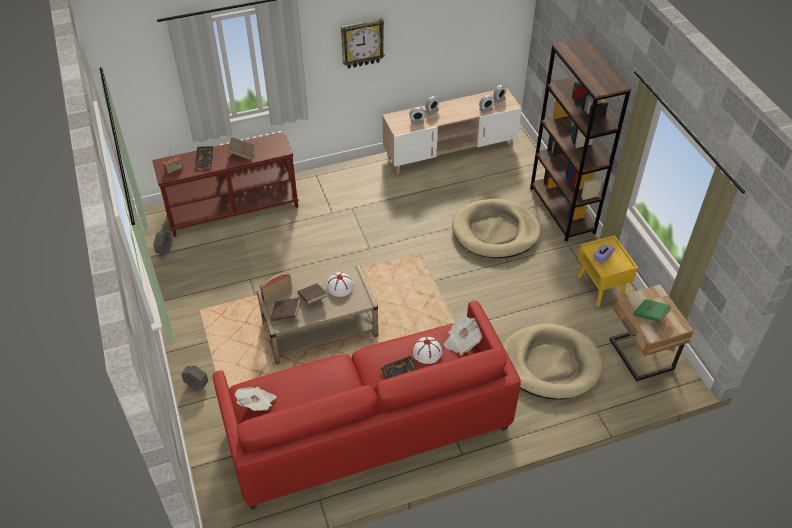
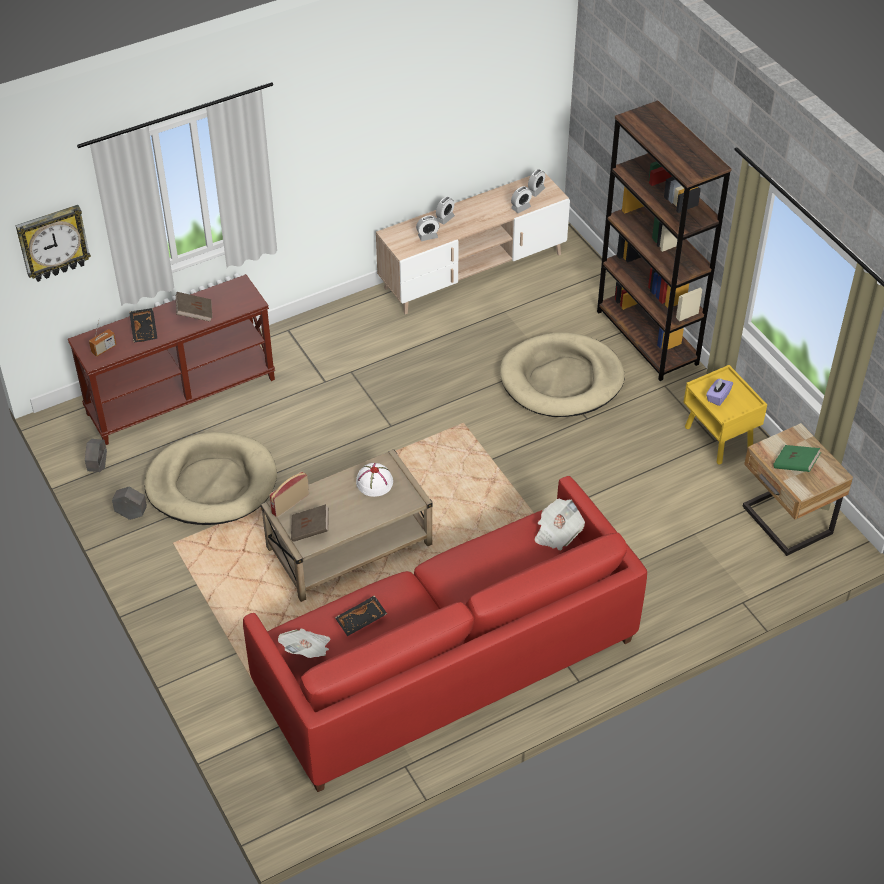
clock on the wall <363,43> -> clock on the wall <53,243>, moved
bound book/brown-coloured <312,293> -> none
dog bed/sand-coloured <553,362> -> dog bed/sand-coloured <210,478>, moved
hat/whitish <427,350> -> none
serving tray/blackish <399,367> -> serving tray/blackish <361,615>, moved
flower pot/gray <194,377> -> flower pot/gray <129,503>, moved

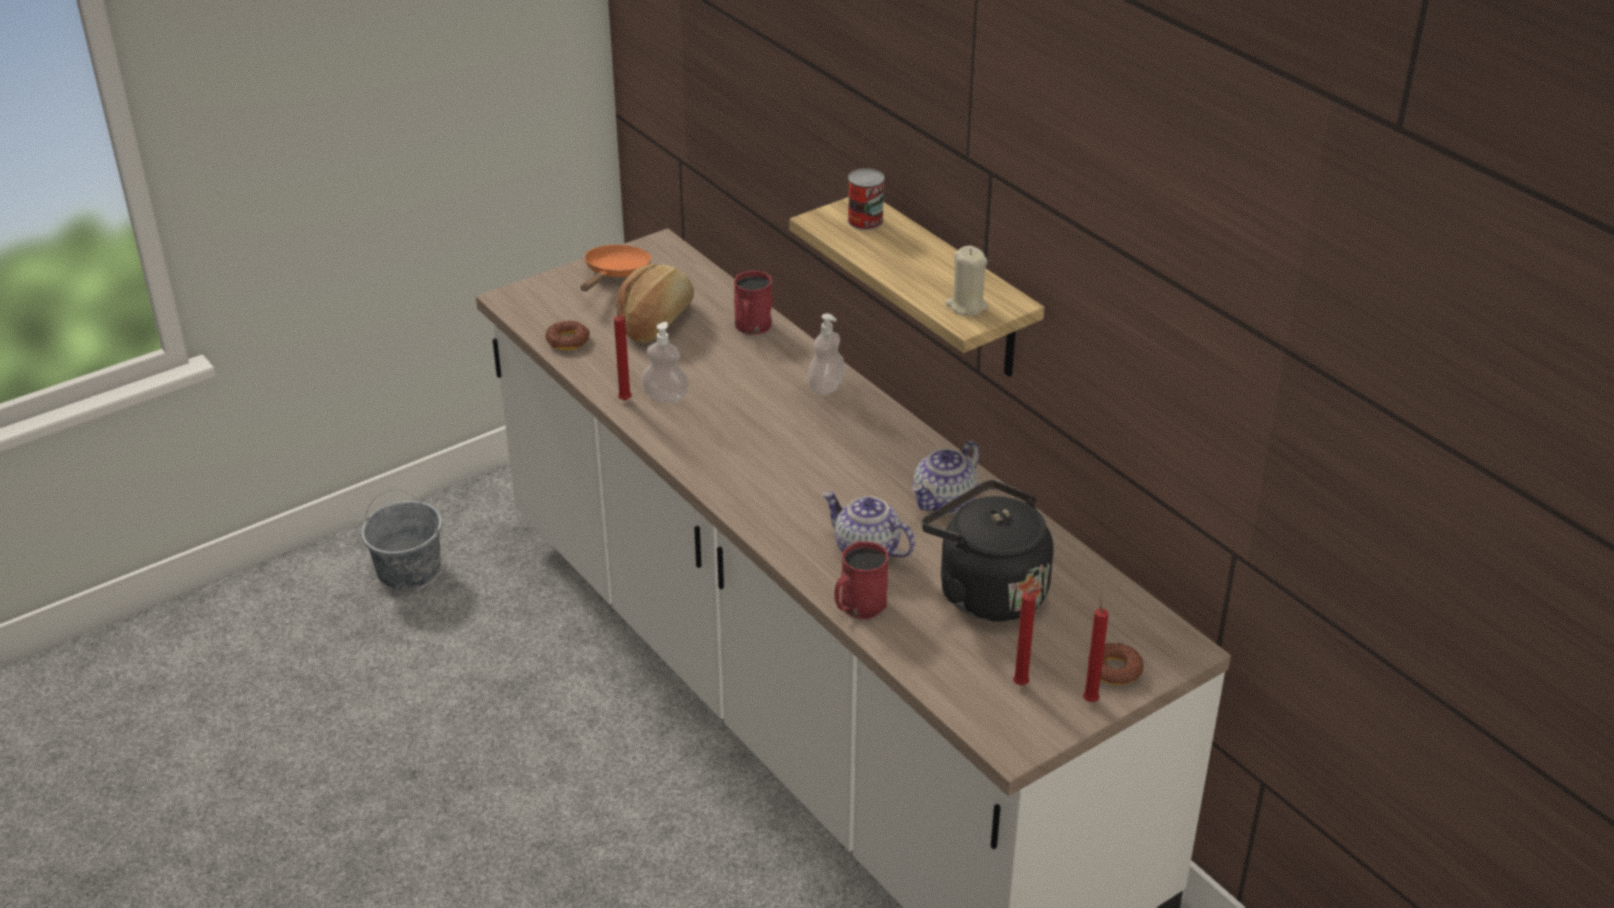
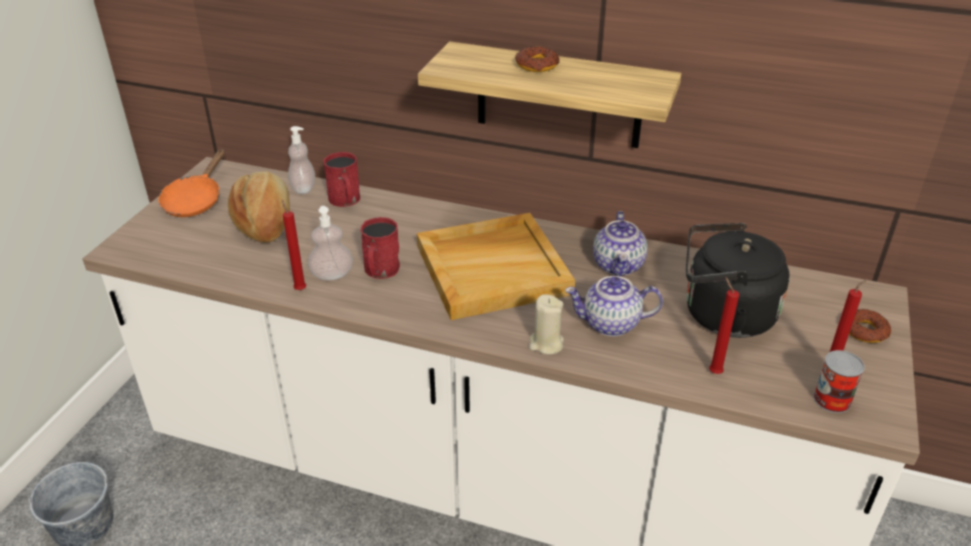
can <866,199> -> can <839,381>, moved
pan/orange <616,268> -> pan/orange <191,183>, 150 degrees counterclockwise
candle/sand-coloured <966,281> -> candle/sand-coloured <546,324>, moved
liquid soap bottle <826,354> -> liquid soap bottle <301,160>, moved
ring doughnut <567,335> -> ring doughnut <537,59>, moved
tea mug/reddish <861,580> -> tea mug/reddish <380,248>, moved
candle/reddish <1096,647> -> candle/reddish <724,325>, moved
none -> serving tray/sand-coloured <496,266>

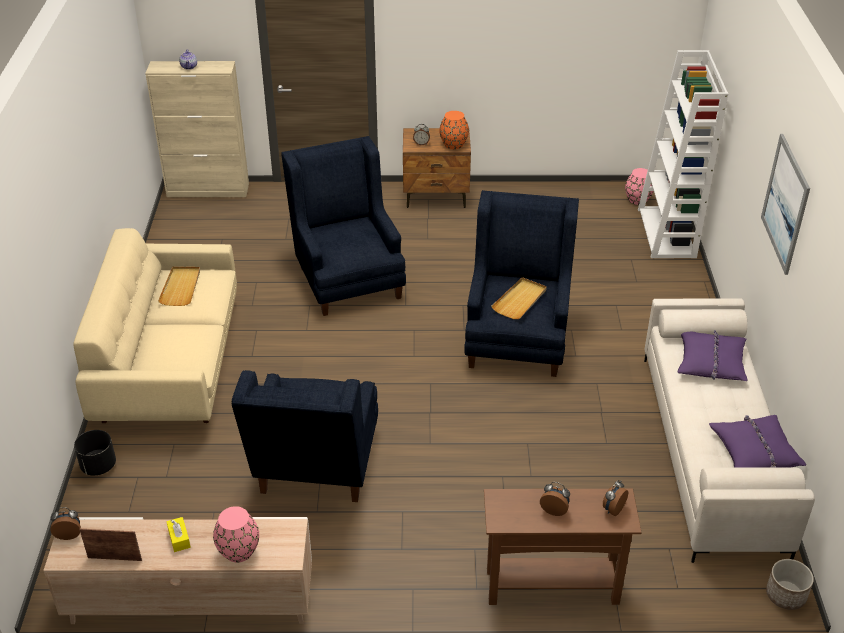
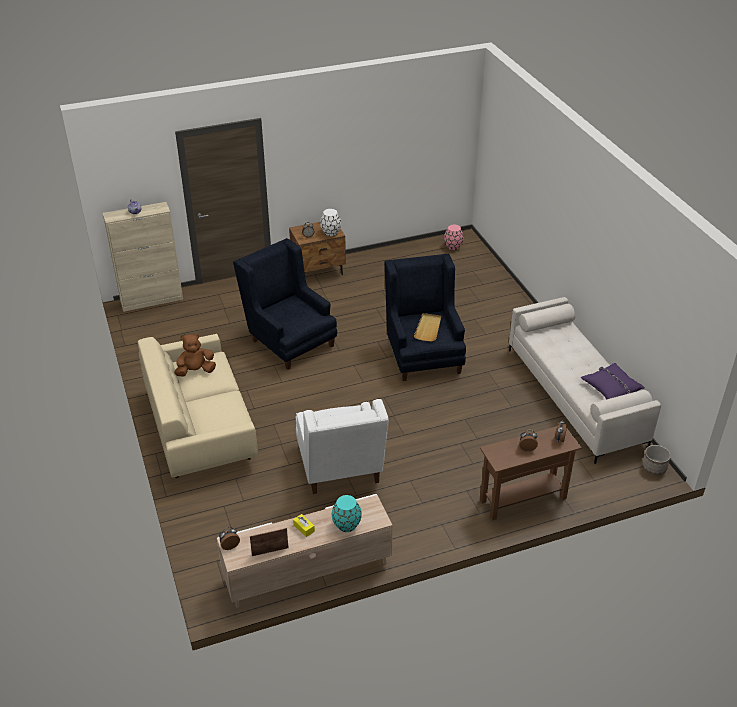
shelving unit/whitish <683,154> -> none
decorative vase/orange <454,130> -> decorative vase/whitish <330,222>
picture <785,204> -> none
serving tray/sand-coloured <179,286> -> cuddly toy/brown-coloured <195,355>
pillow/purplish <712,355> -> none
easy chair/bluish <305,436> -> easy chair/whitish <342,446>
flower pot/blackish <95,453> -> none
decorative vase/pink <236,534> -> decorative vase/turquoise <347,513>

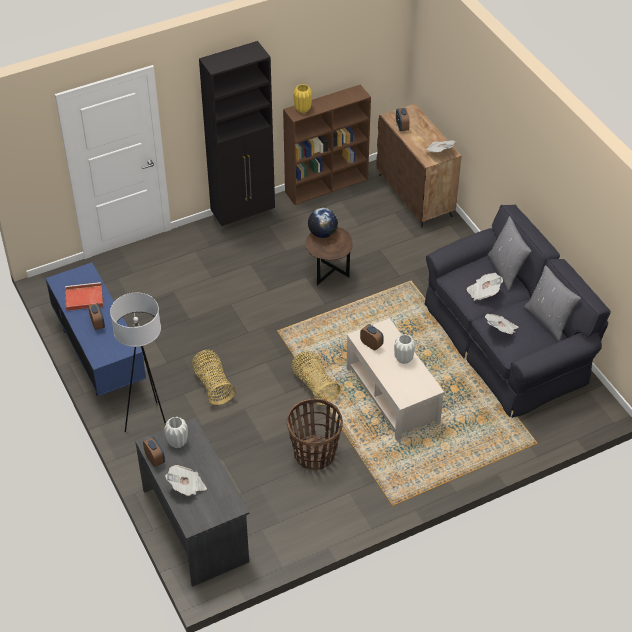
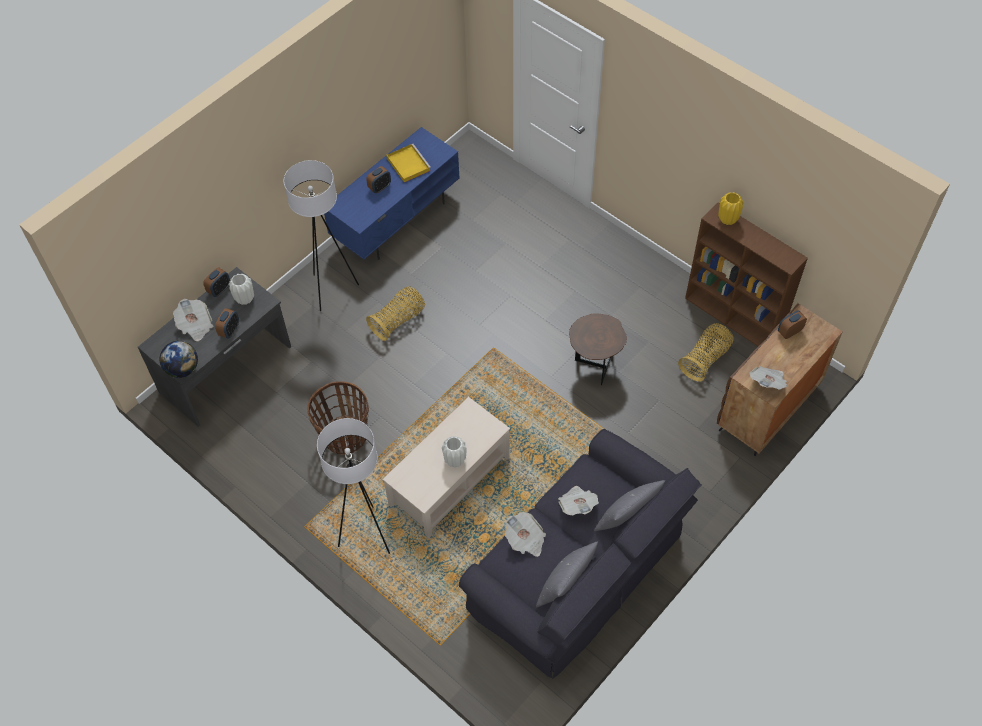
cabinet/blackish <237,137> -> none
globe <323,223> -> globe <179,359>, moved
serving tray/reddish <84,296> -> serving tray/yellowish <408,163>
alarm clock <372,337> -> alarm clock <227,323>, moved
basket <316,378> -> basket <706,352>, moved
none -> standing lamp/whitish <353,486>

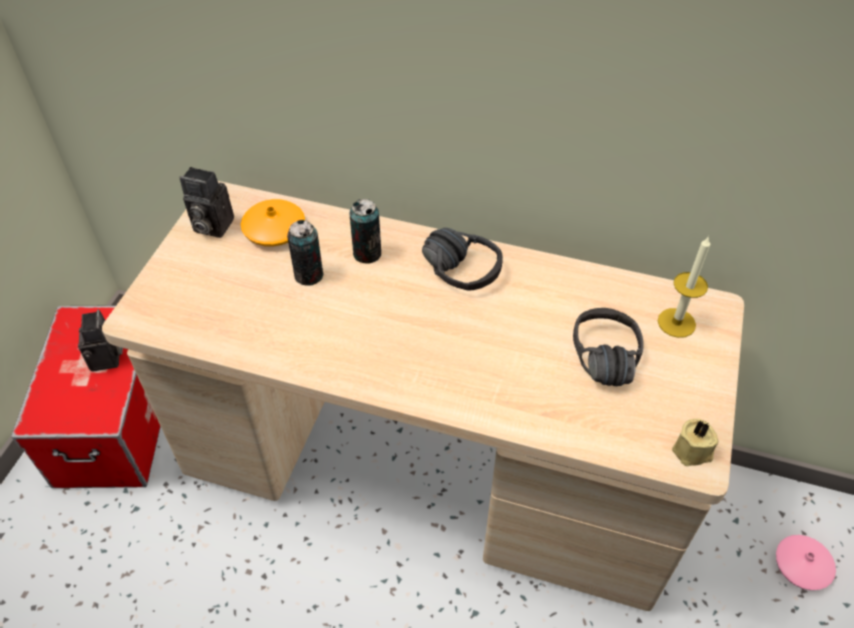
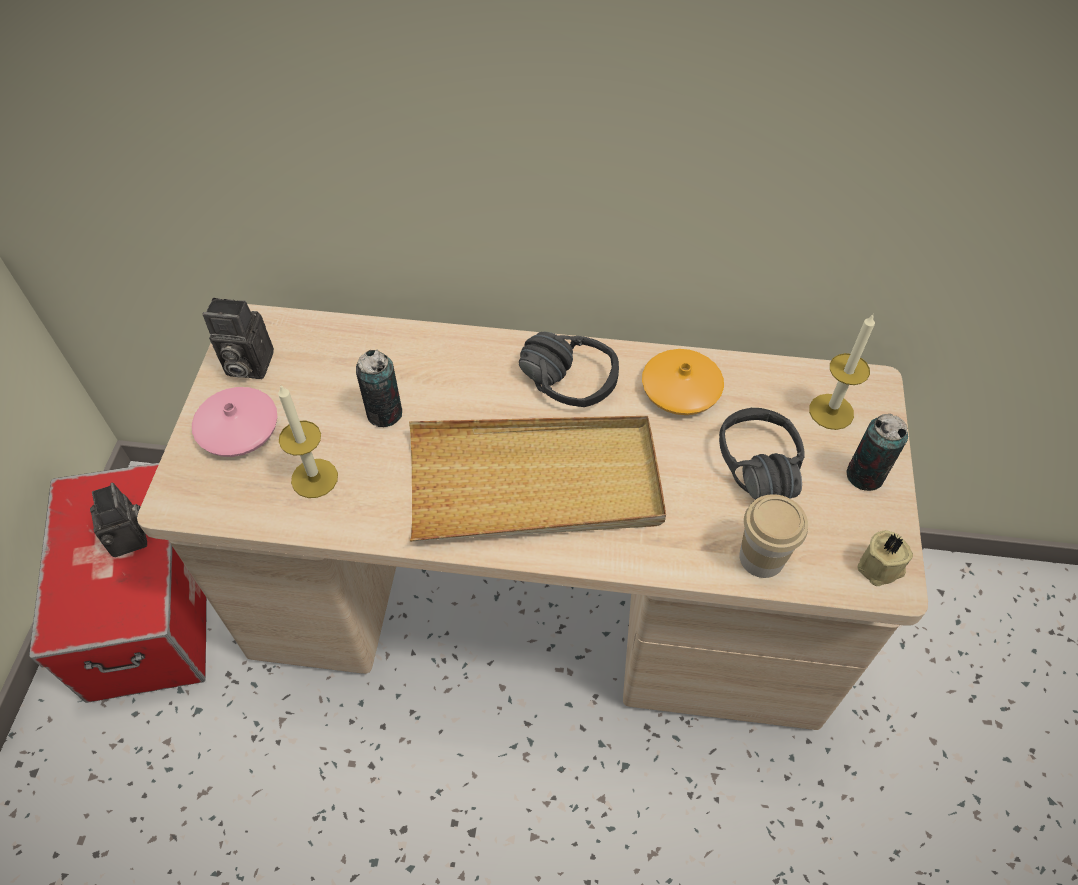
decorative vase/orange <273,223> -> decorative vase/orange <683,382>, moved
can <365,231> -> can <877,452>, moved
decorative vase/pink <806,562> -> decorative vase/pink <234,422>, moved
none -> candle <308,442>
none -> serving tray/sand-coloured <537,478>
none -> small cup <773,536>

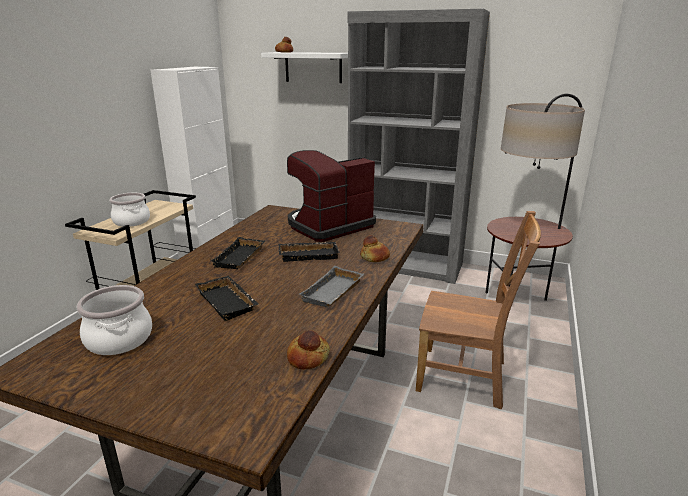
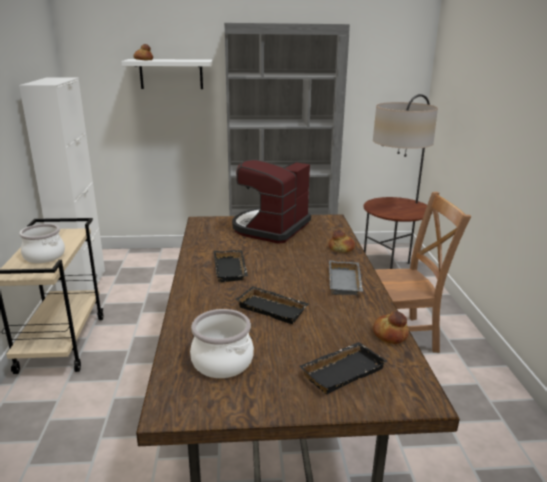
serving tray/blackish <309,252> -> serving tray/blackish <343,368>, moved

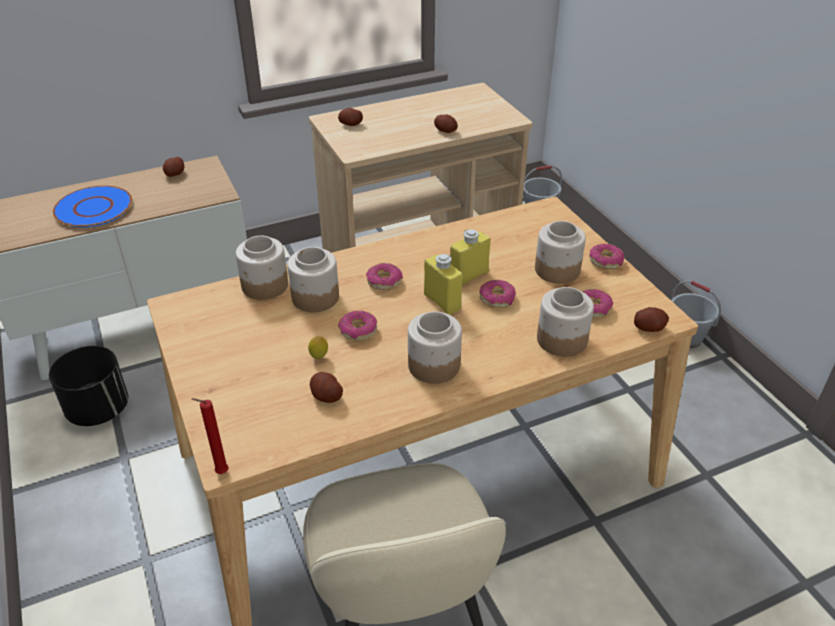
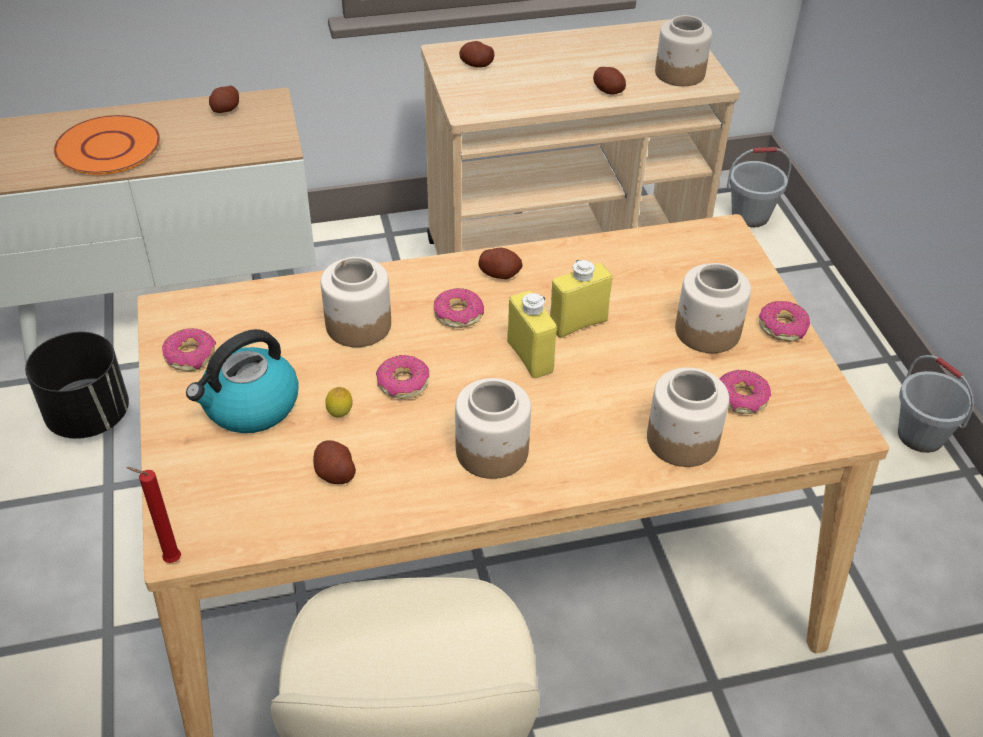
plate/bluish <92,206> -> plate/orange <107,145>
jar <262,268> -> jar <683,50>, moved
ring doughnut <497,294> -> ring doughnut <189,349>, moved
whole potato <651,319> -> whole potato <500,263>, moved
none -> kettle <242,381>

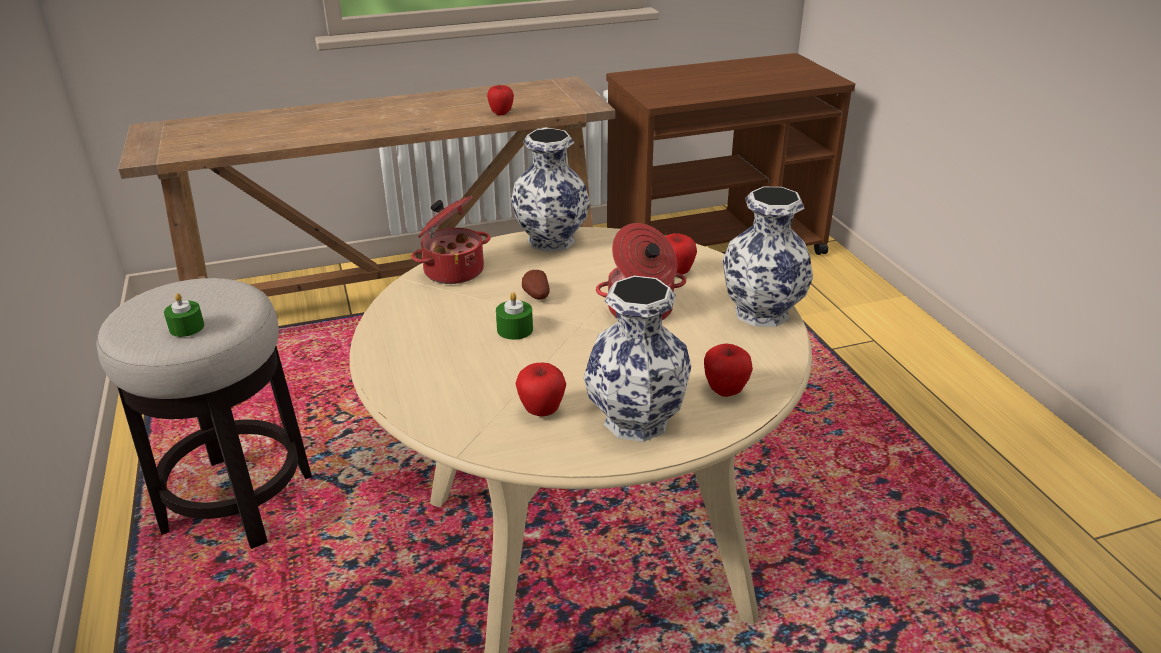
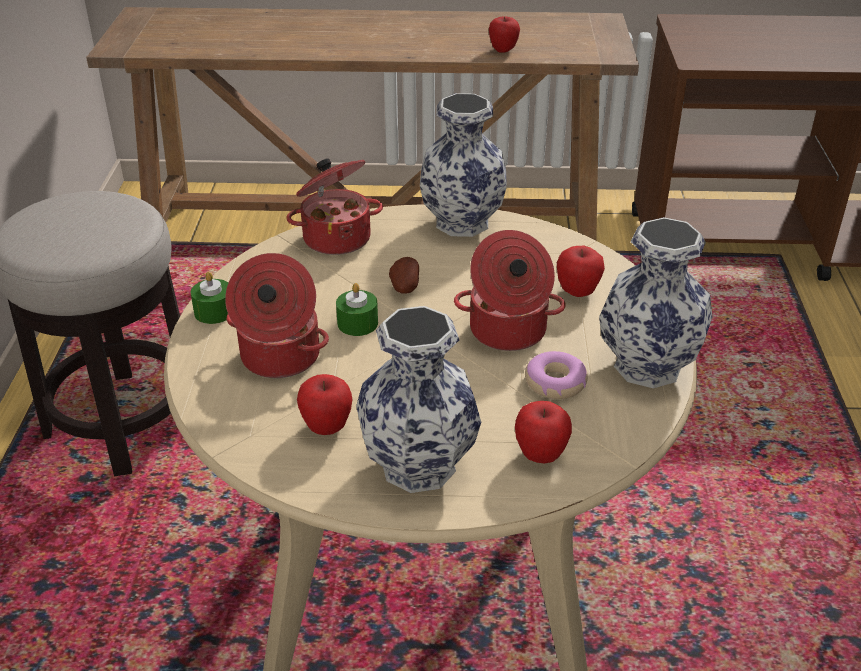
candle/green <184,315> -> candle/green <209,297>, moved
none -> saucepot <277,315>
none -> ring doughnut <556,375>

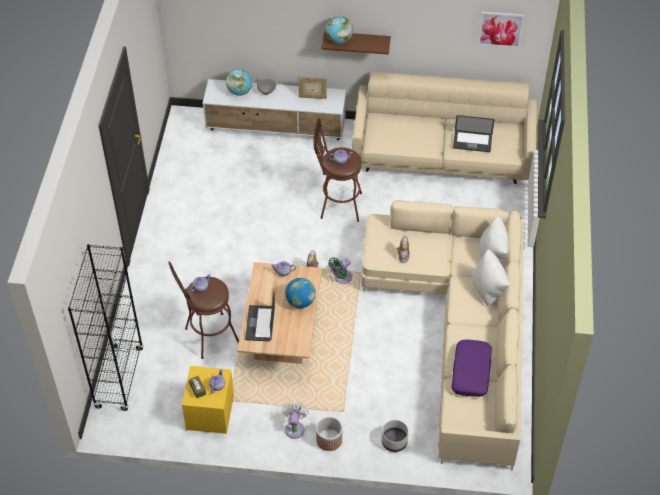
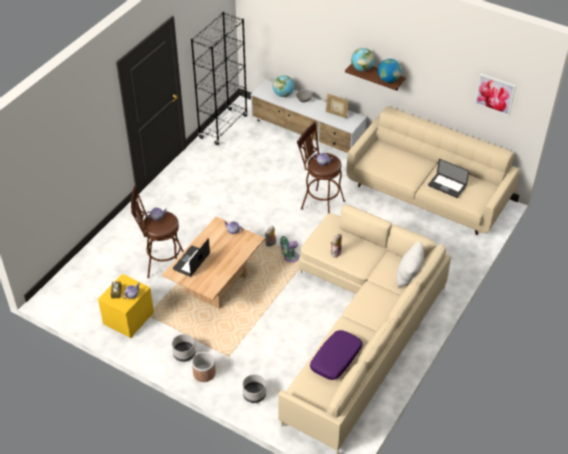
shelving unit/blackish <105,327> -> shelving unit/blackish <219,78>, moved
pillow/whitish <491,278> -> none
globe <300,293> -> globe <390,71>, moved
fan/whitish <295,420> -> flower pot/gray <183,348>

